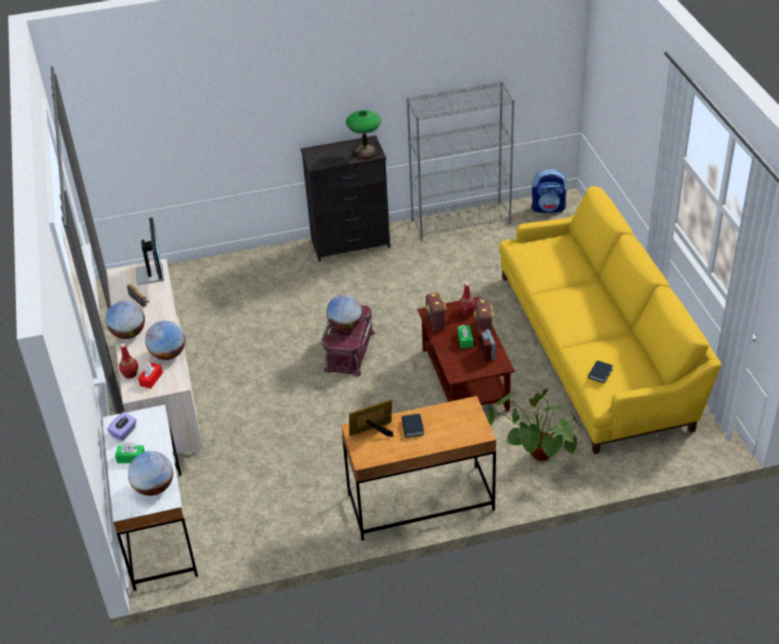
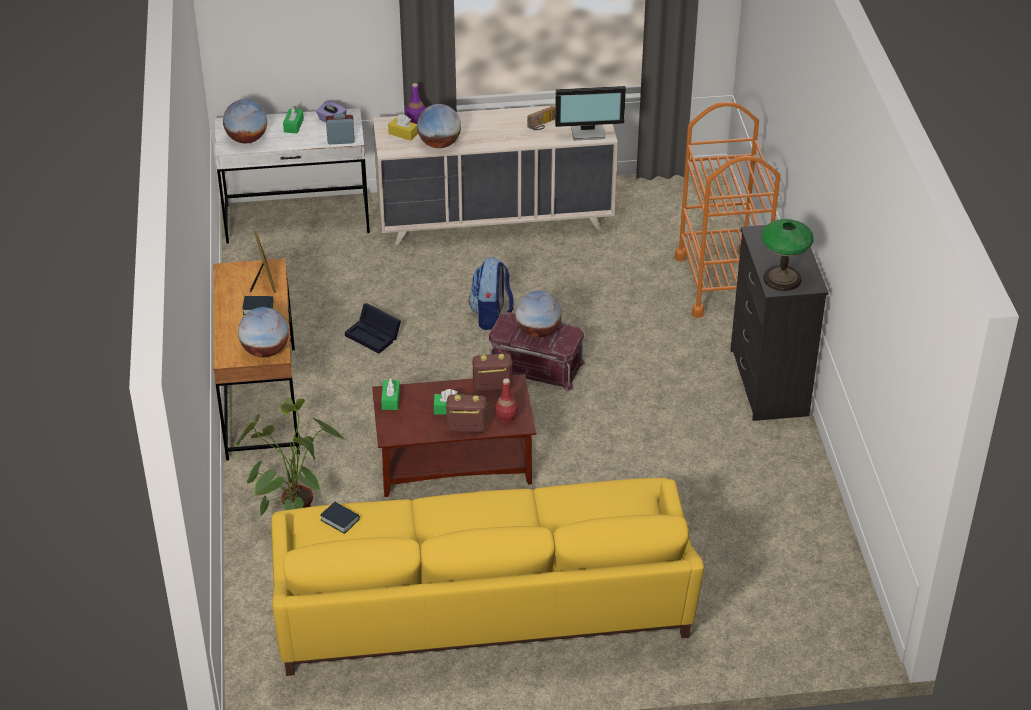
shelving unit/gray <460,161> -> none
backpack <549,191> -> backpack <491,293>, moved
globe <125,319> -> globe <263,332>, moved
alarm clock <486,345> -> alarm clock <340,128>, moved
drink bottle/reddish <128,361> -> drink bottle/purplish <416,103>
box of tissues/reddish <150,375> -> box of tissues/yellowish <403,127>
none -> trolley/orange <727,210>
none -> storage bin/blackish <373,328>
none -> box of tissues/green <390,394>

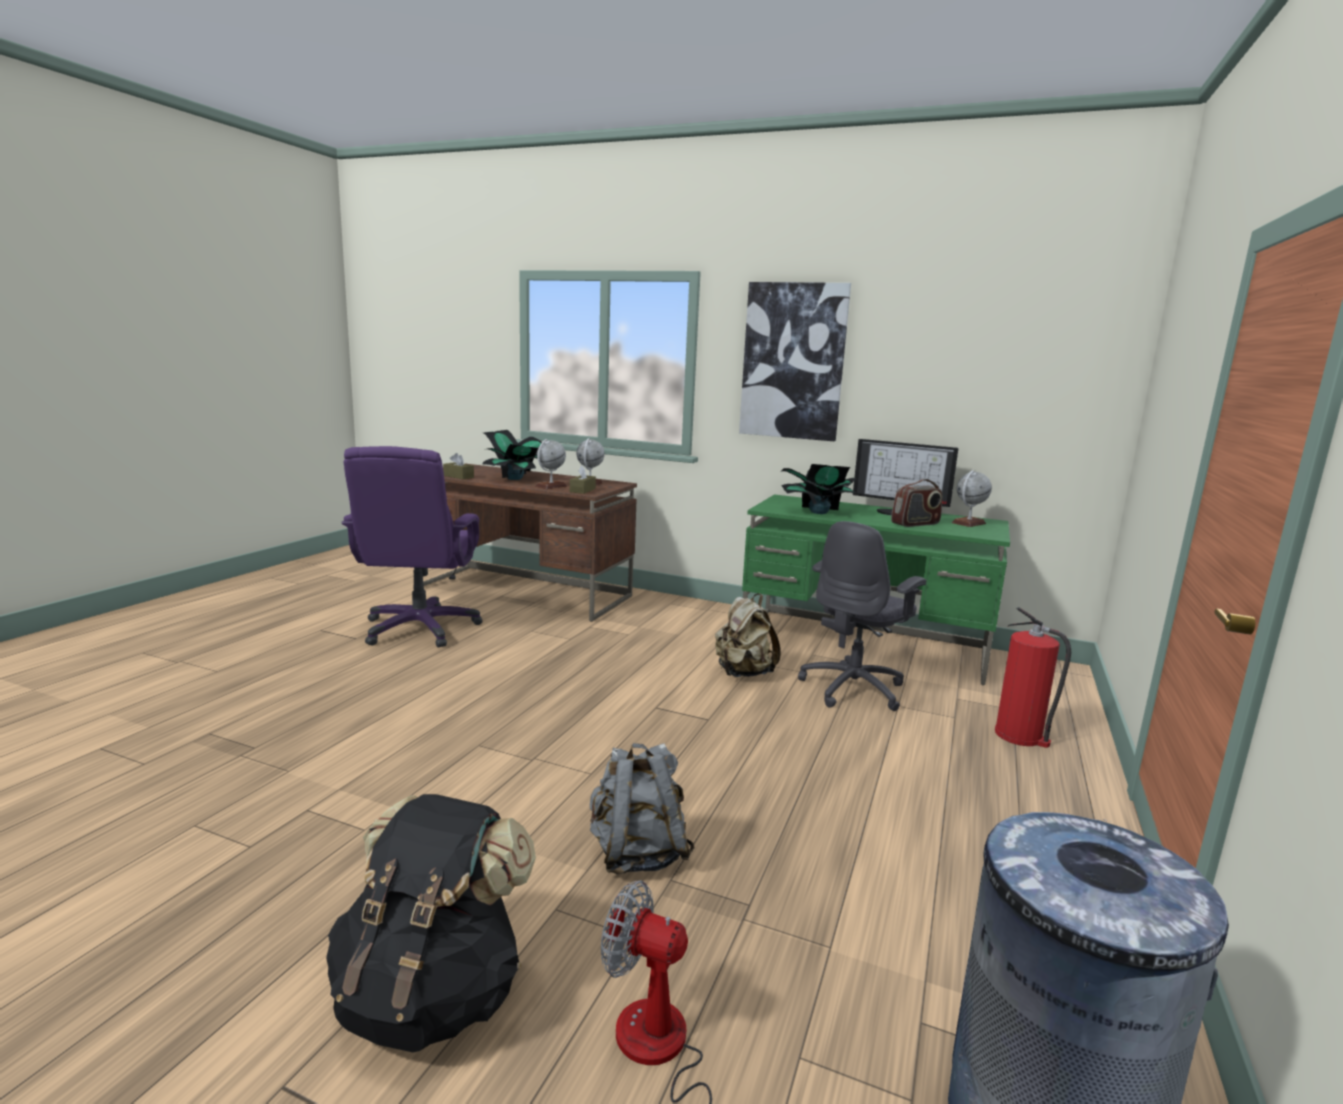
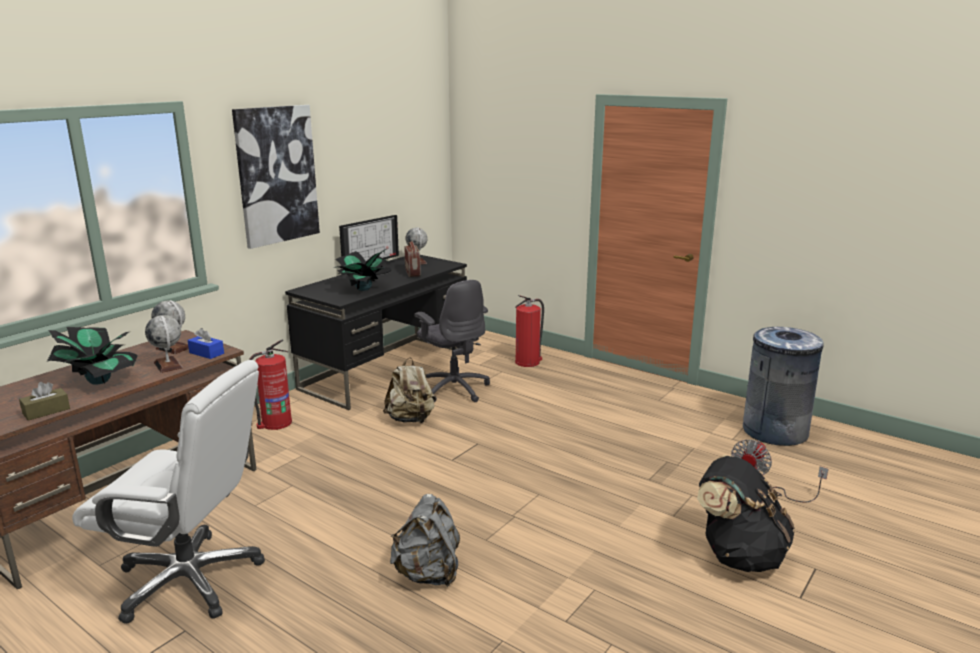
desk chair/purplish <411,547> -> desk chair/whitish <168,491>
box of tissues/brown-coloured <583,480> -> box of tissues/bluish <205,343>
desk table/green <876,589> -> desk table/blackish <376,332>
backpack/gray <642,808> -> backpack/gray <425,540>, moved
none -> fire extinguisher <270,385>

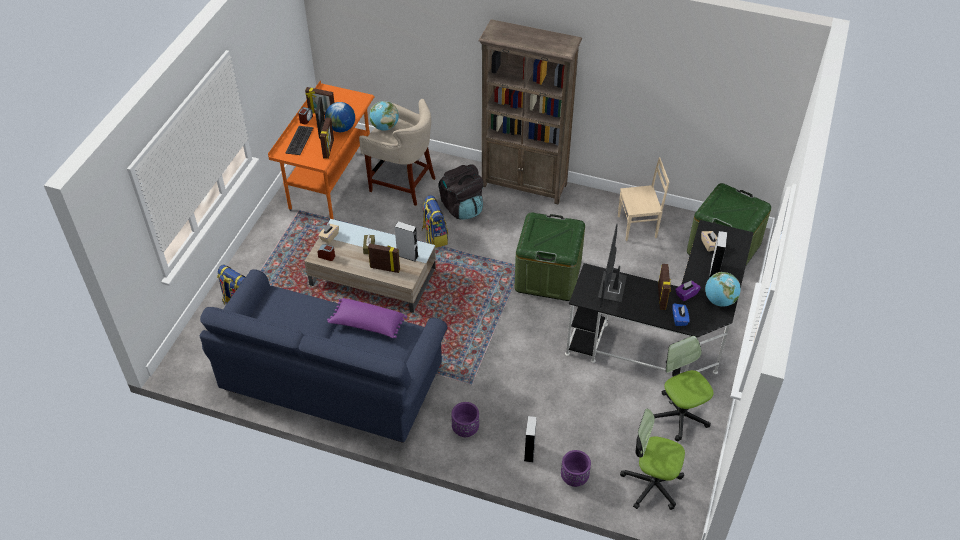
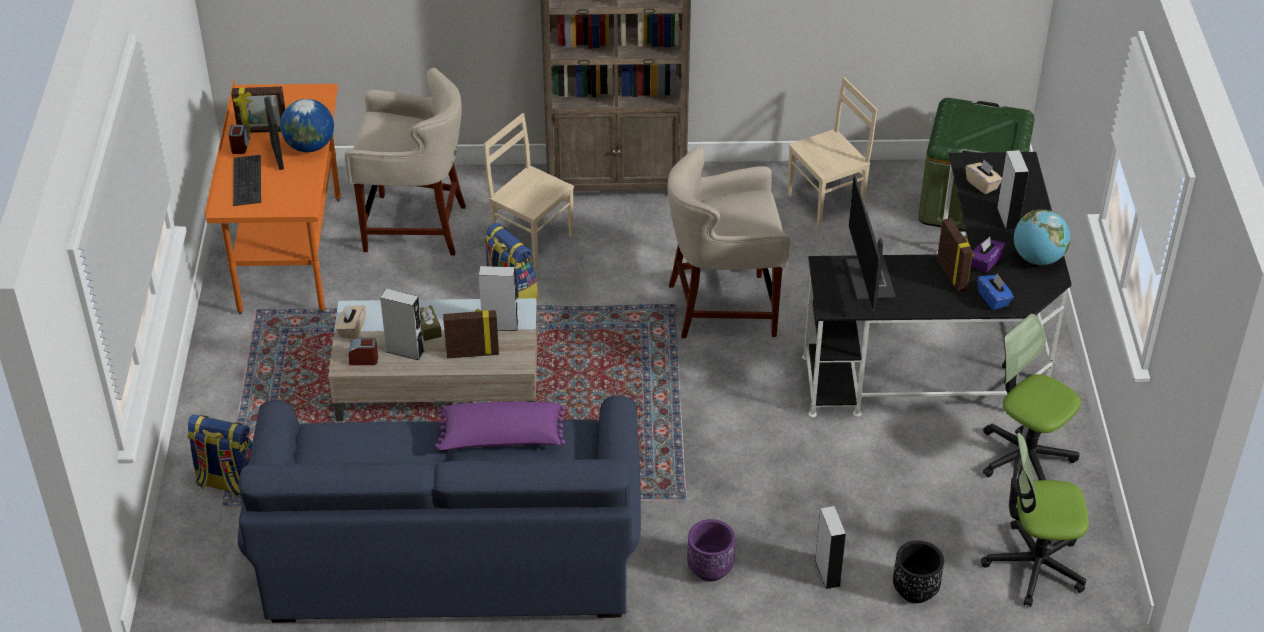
globe <384,116> -> none
photo frame <327,138> -> none
backpack/blackish <461,192> -> upright chair/sand-coloured <529,190>
storage bin/green <549,256> -> sitting stool/sand-coloured <728,242>
flower pot/purplish <576,468> -> flower pot/blackish <918,571>
none -> speaker/gray <402,324>

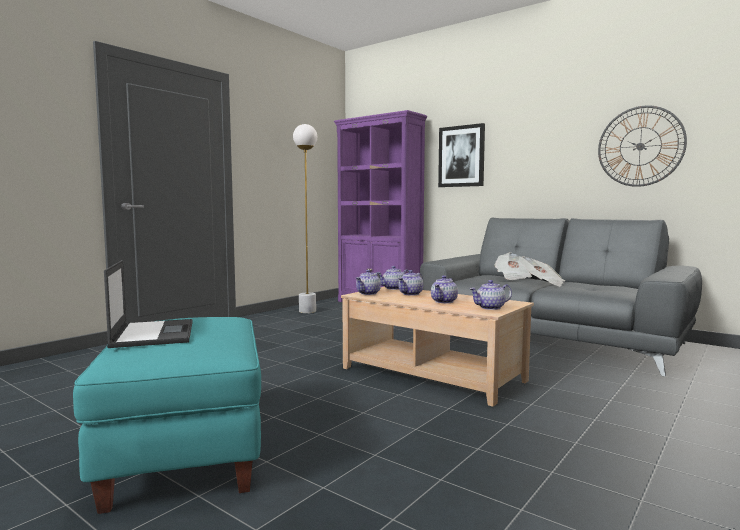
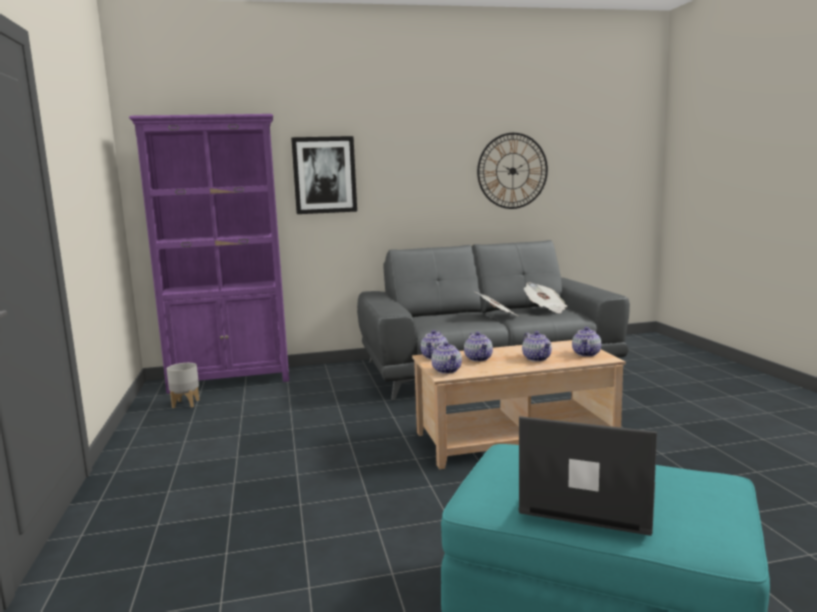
standing lamp/whitish <305,218> -> none
newspaper <513,266> -> newspaper <546,298>, moved
none -> flower pot/gray <183,385>

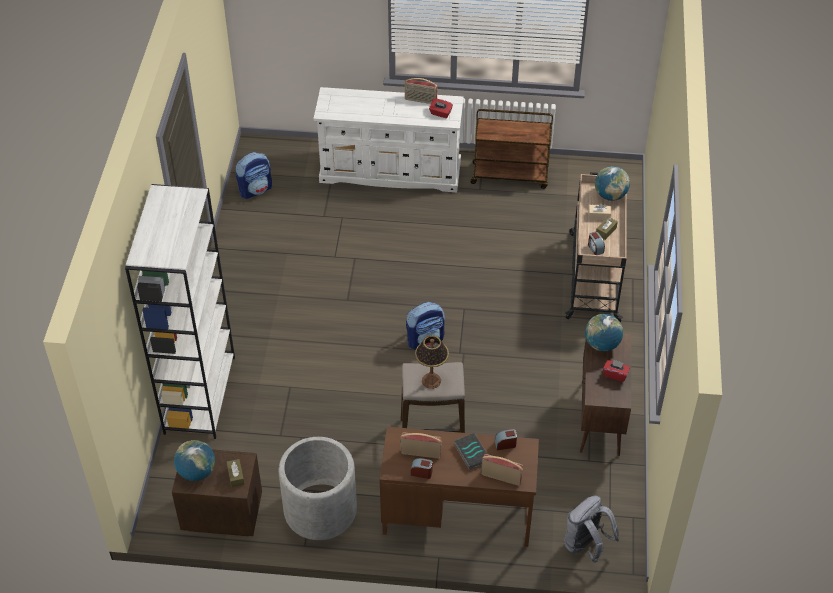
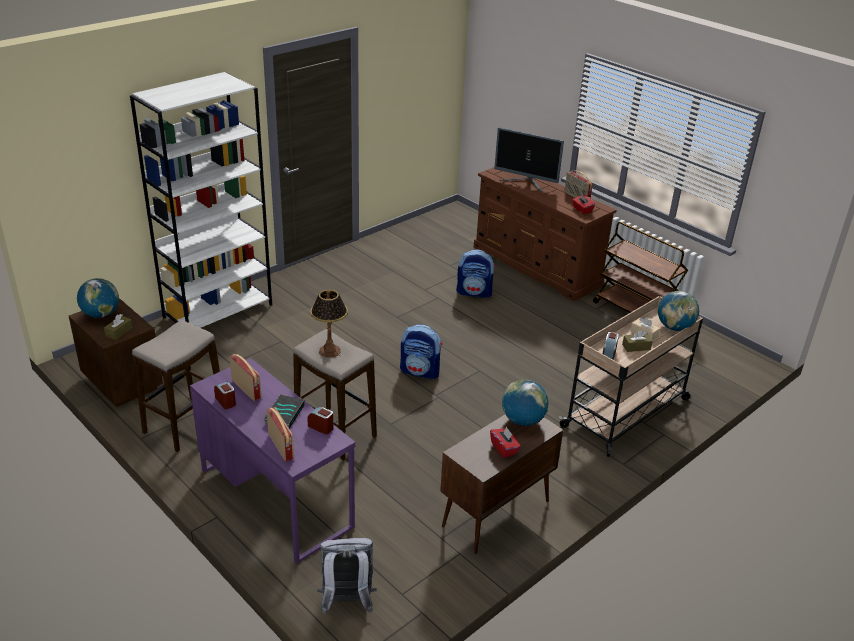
chest of drawers/whitish <388,139> -> chest of drawers/brown-coloured <545,234>
backpack <254,175> -> backpack <476,273>, moved
desk table/brown-coloured <459,487> -> desk table/purplish <273,461>
flower pot/gray <318,488> -> sitting stool <176,386>
none -> monitor <529,159>

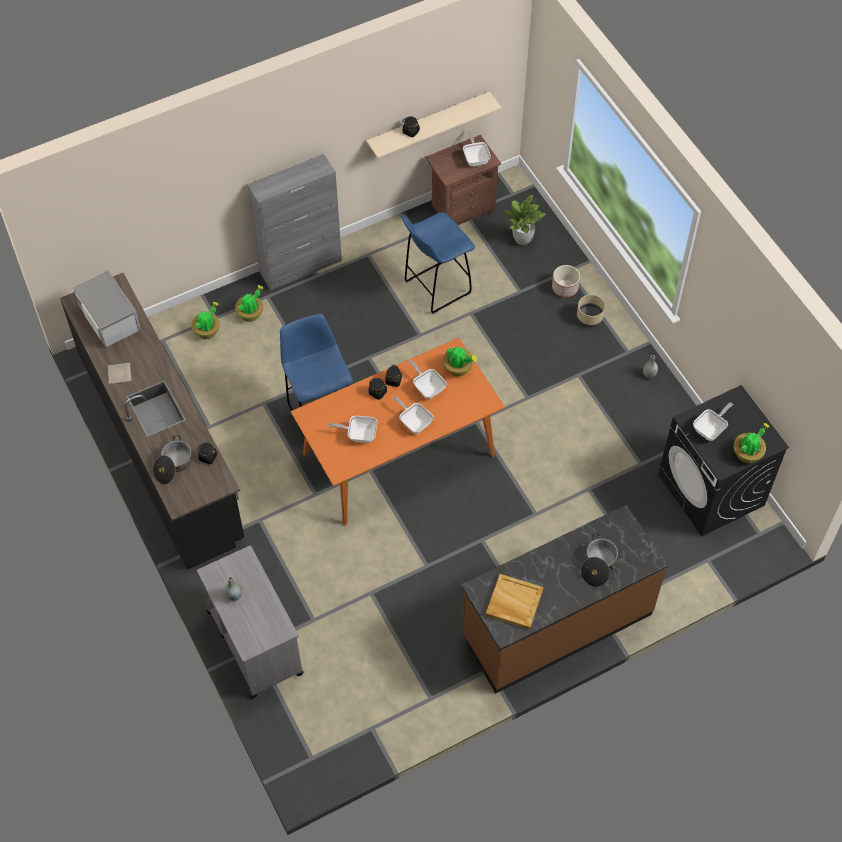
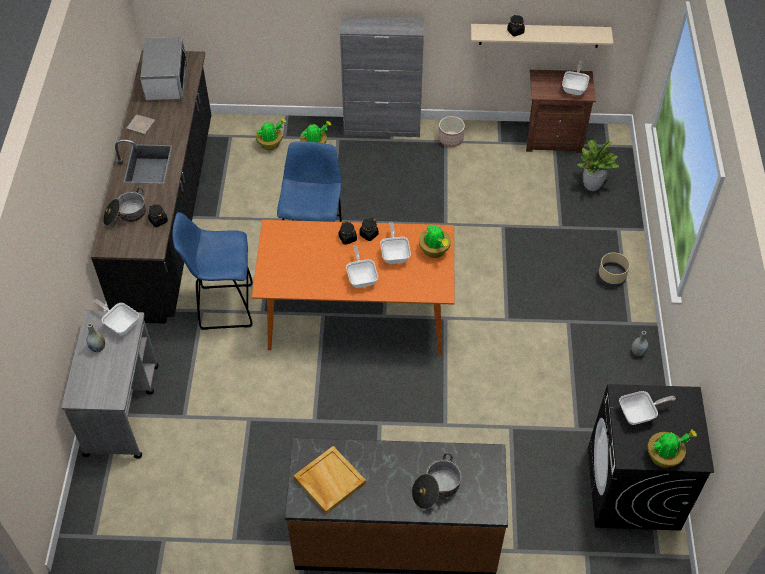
sitting stool/bluish <438,263> -> sitting stool/bluish <212,271>, moved
flower pot <566,281> -> flower pot <451,131>, moved
pan <352,429> -> pan <116,317>, moved

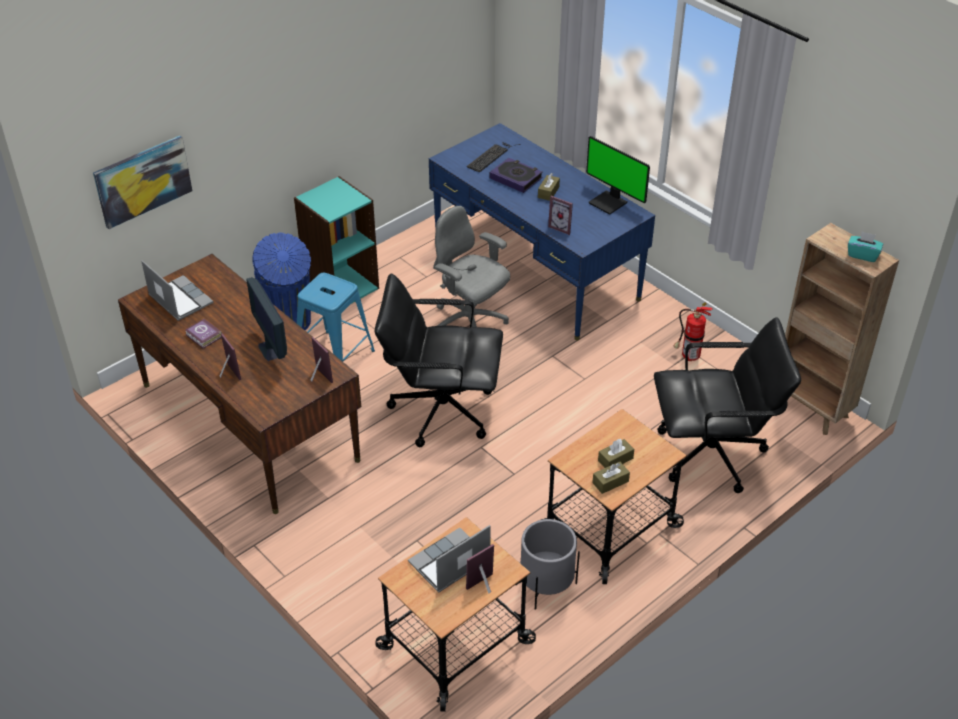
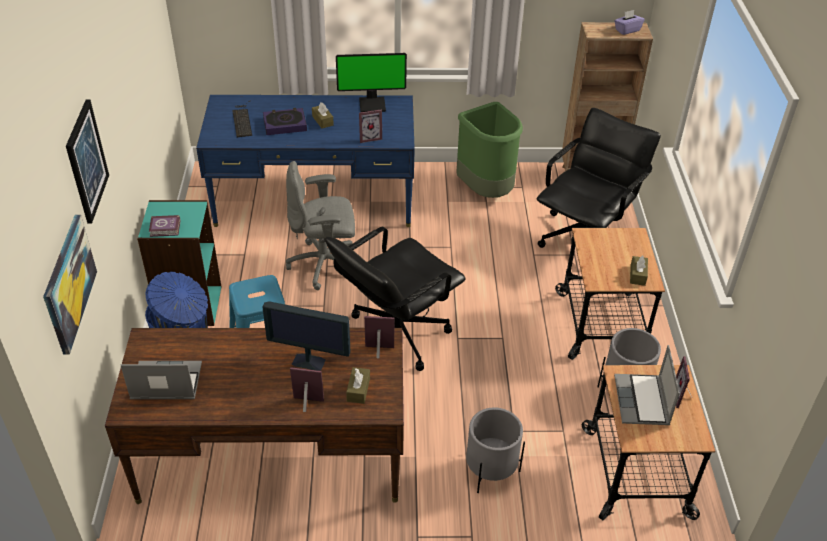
box of tissues/turquoise <865,246> -> box of tissues/purplish <629,22>
fire extinguisher <693,332> -> trash can/green <490,150>
bound book <203,333> -> bound book <164,226>, moved
box of tissues/brown-coloured <616,453> -> box of tissues/brown-coloured <358,385>, moved
none -> picture <87,161>
none -> flower pot/gray <495,450>

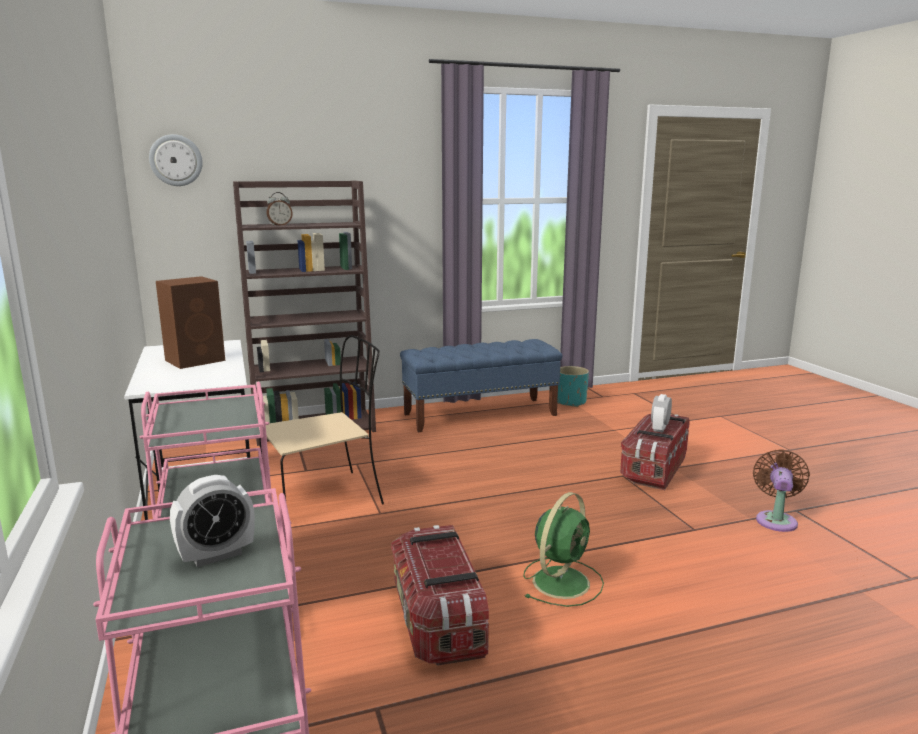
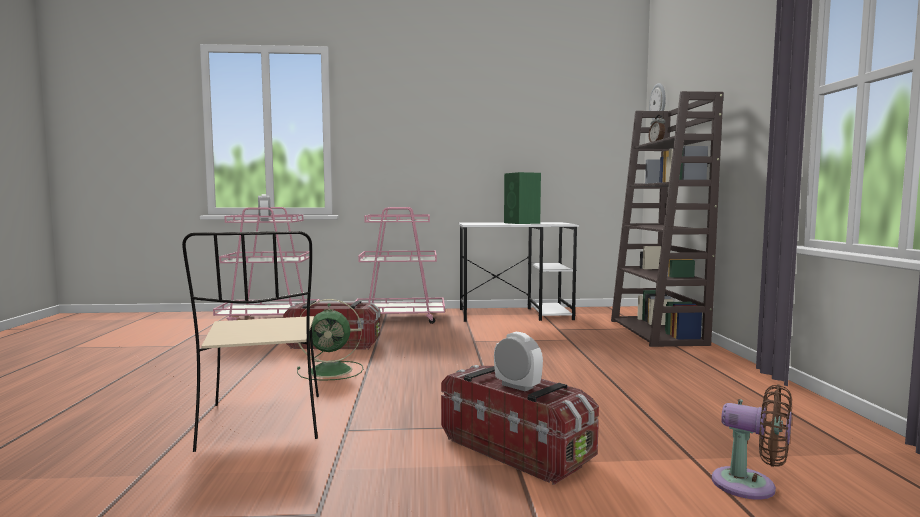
speaker/brown-coloured <190,322> -> speaker/green <522,198>
upright chair/sand-coloured <321,420> -> upright chair/sand-coloured <250,341>, moved
bench/bluish <481,385> -> none
flower pot/turquoise <573,386> -> none
fan/brown-coloured <781,490> -> fan/brown-coloured <752,441>, moved
fan/green <563,549> -> fan/green <330,340>, 60 degrees counterclockwise

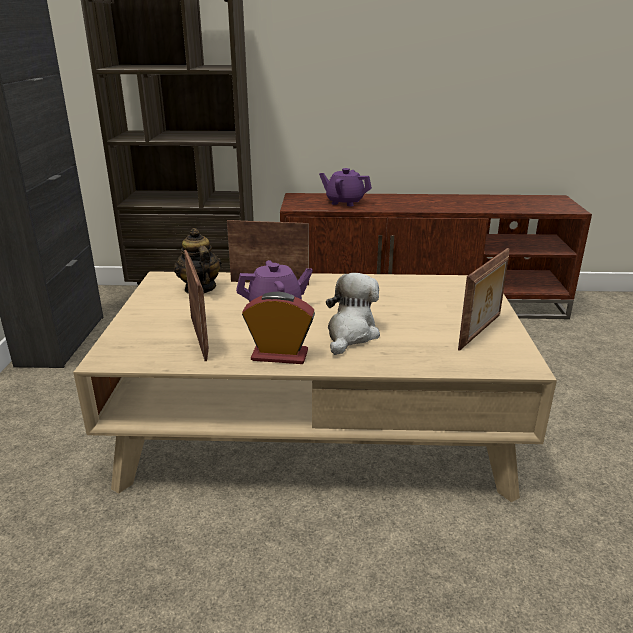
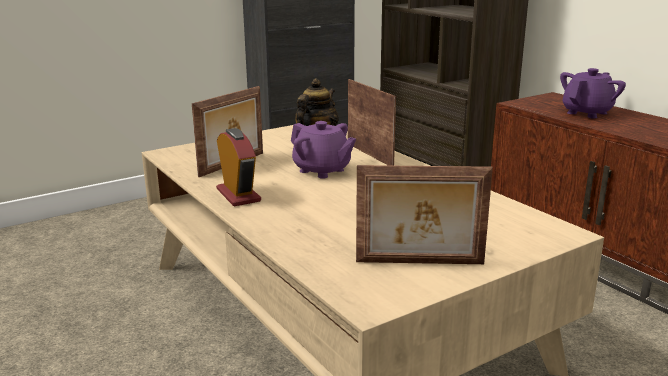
teapot/purplish <345,187> -> teapot/purplish <593,93>, 60 degrees clockwise
cuddly toy <353,314> -> none

